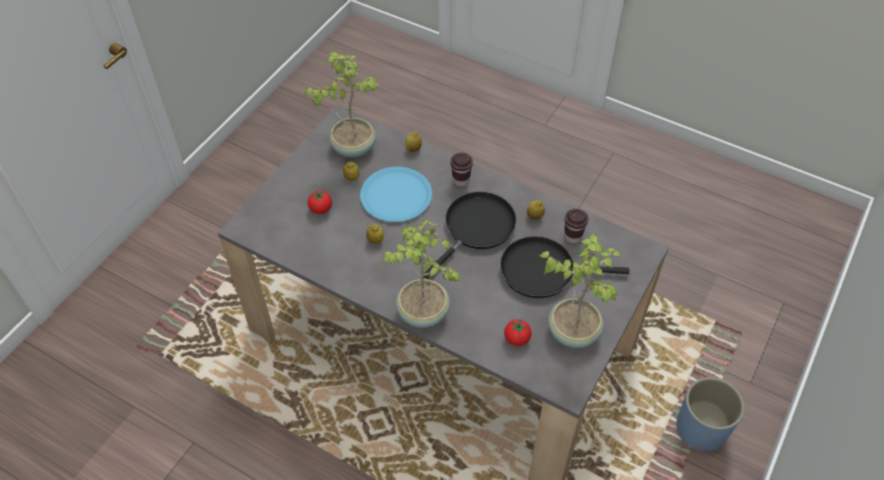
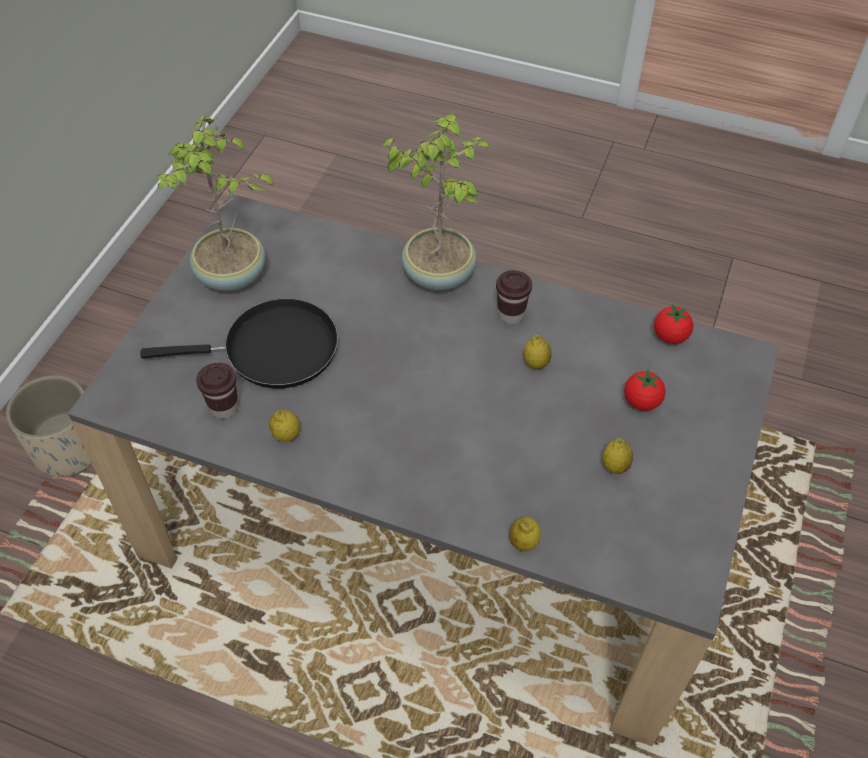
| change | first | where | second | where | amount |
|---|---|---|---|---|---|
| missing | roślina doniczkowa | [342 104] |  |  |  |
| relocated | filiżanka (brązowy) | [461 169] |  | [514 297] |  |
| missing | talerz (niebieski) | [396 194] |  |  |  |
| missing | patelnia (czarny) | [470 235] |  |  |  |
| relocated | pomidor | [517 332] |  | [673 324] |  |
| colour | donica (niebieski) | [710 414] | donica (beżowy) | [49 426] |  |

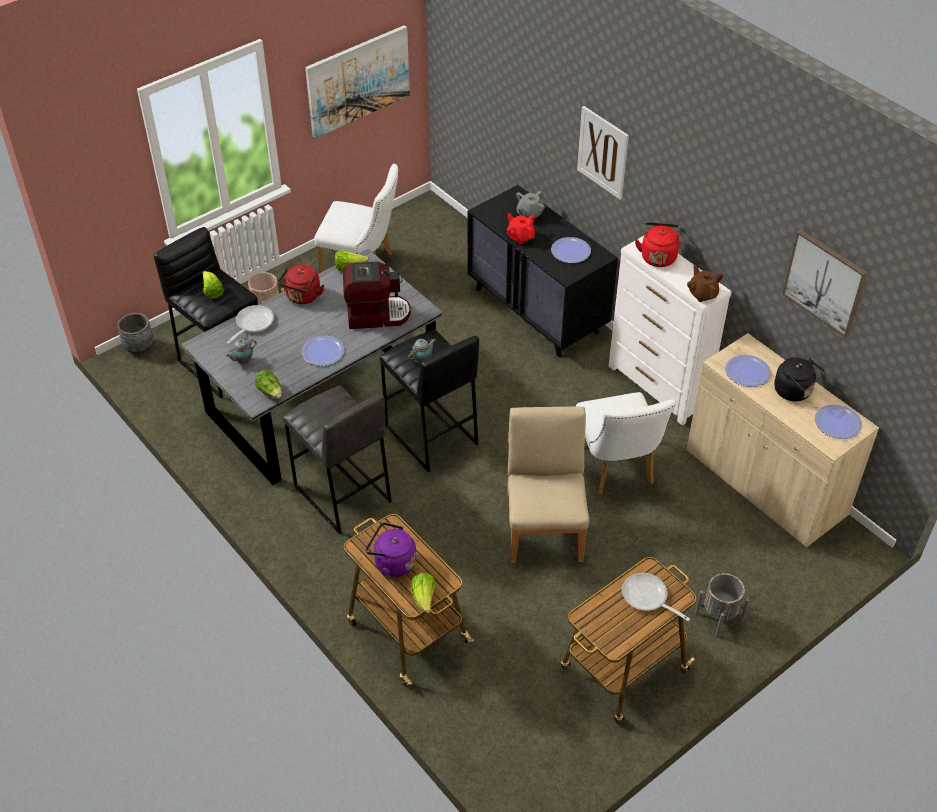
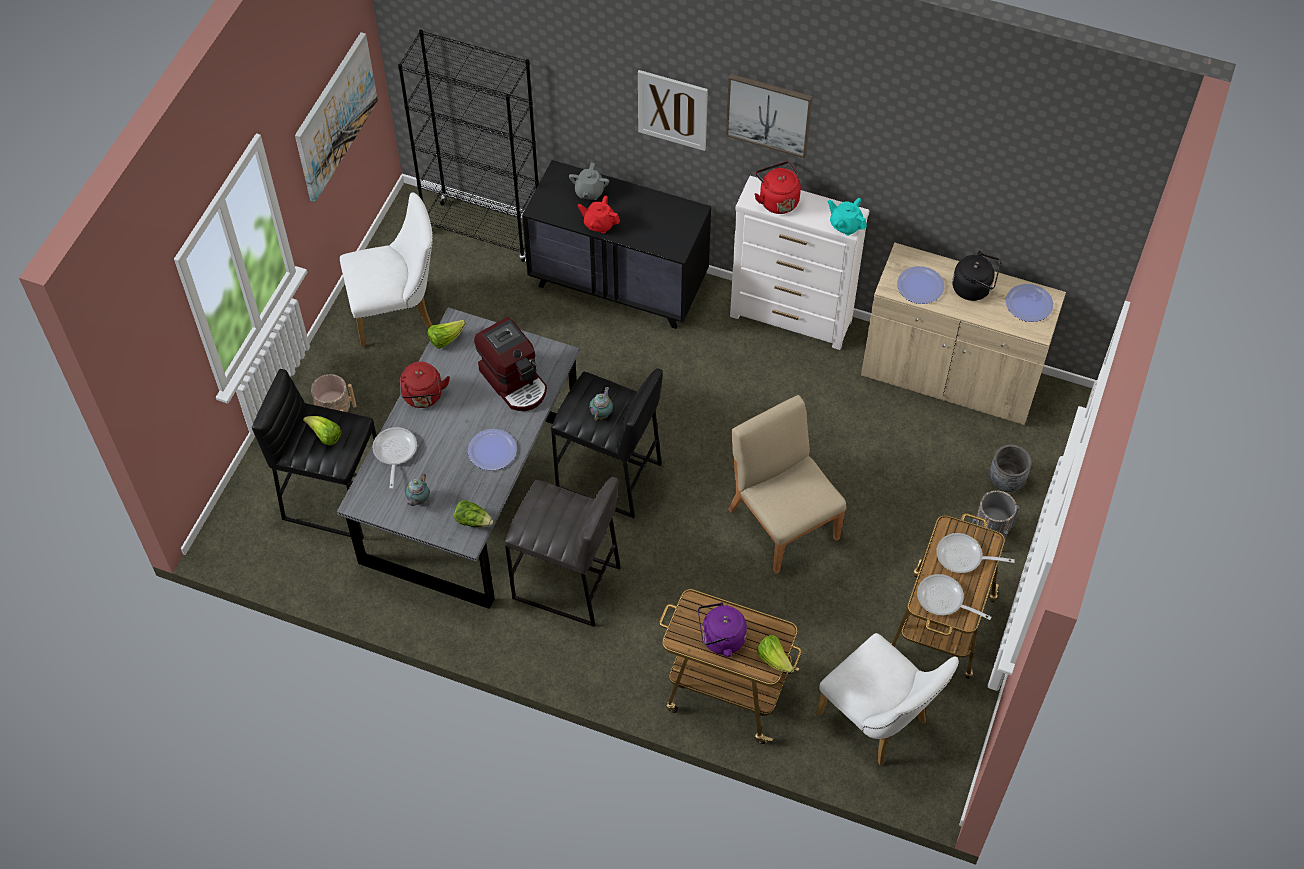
| change | first | where | second | where | amount |
|---|---|---|---|---|---|
| relocated | obraz | [825 283] |  | [769 116] |  |
| missing | talerz | [571 250] |  |  |  |
| spun | ekspres do kawy | [377 295] |  | [510 364] | 90 degrees clockwise |
| colour | imbryk (brązowy) | [705 283] | imbryk (turkusowy) | [847 217] |  |
| relocated | donica (szary) | [135 333] |  | [1010 468] |  |
| relocated | krzesło (biały) | [626 443] |  | [888 699] |  |
| appeared |  |  | regał (czarny) | [468 145] |  |
| appeared |  |  | patelnia | [954 597] |  |

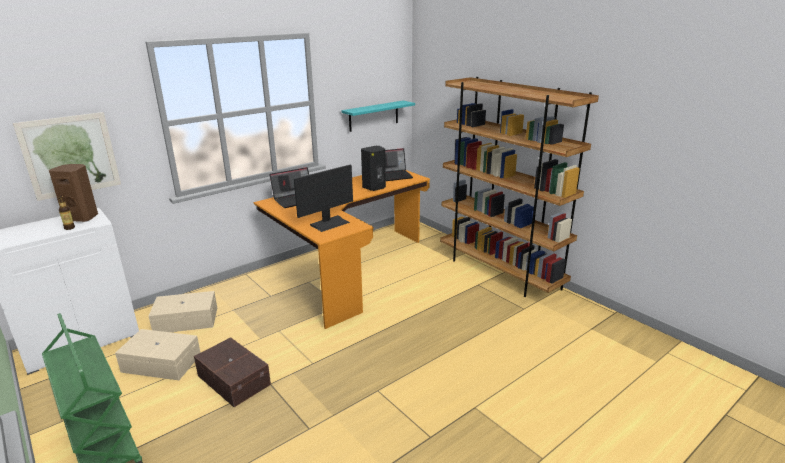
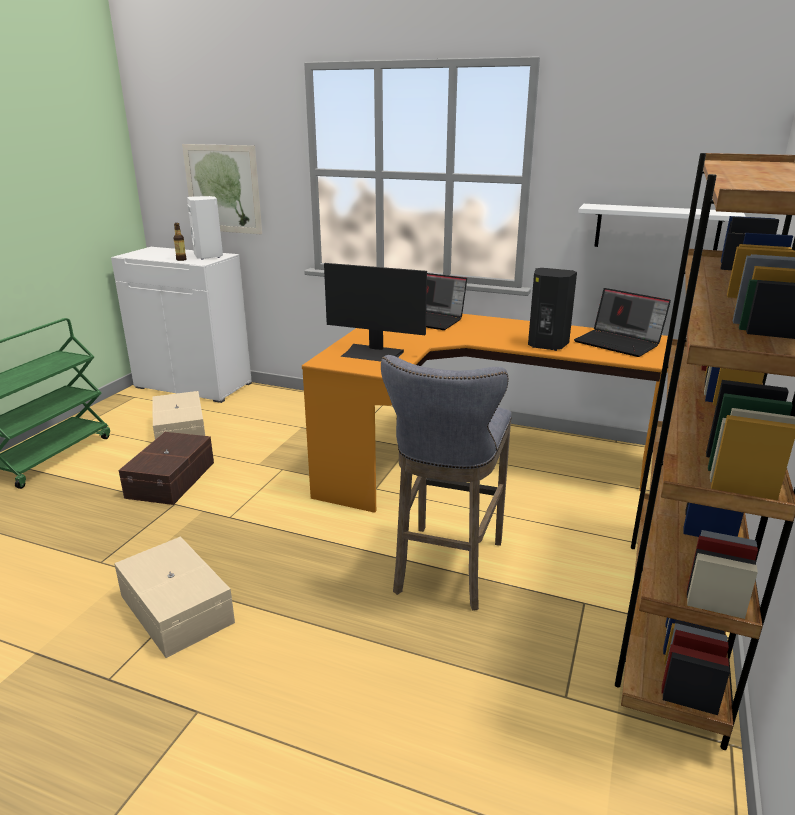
| change | first | where | second | where | amount |
|---|---|---|---|---|---|
| colour | półka (turkusowy) | [378 116] | półka (biały) | [662 227] |  |
| colour | głośnik (brązowy) | [73 193] | głośnik (biały) | [205 228] |  |
| relocated | pojemnik do przechowywania (beżowy) | [183 311] |  | [174 597] |  |
| appeared |  |  | stołek (szary) | [446 482] |  |

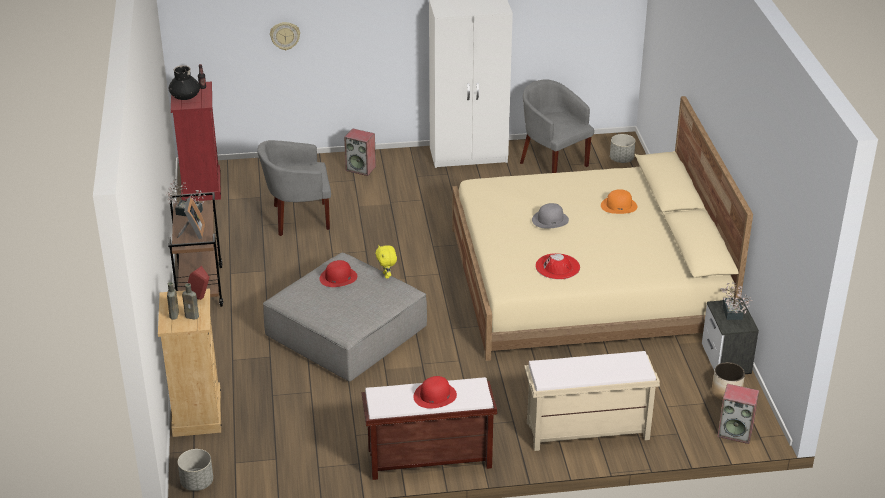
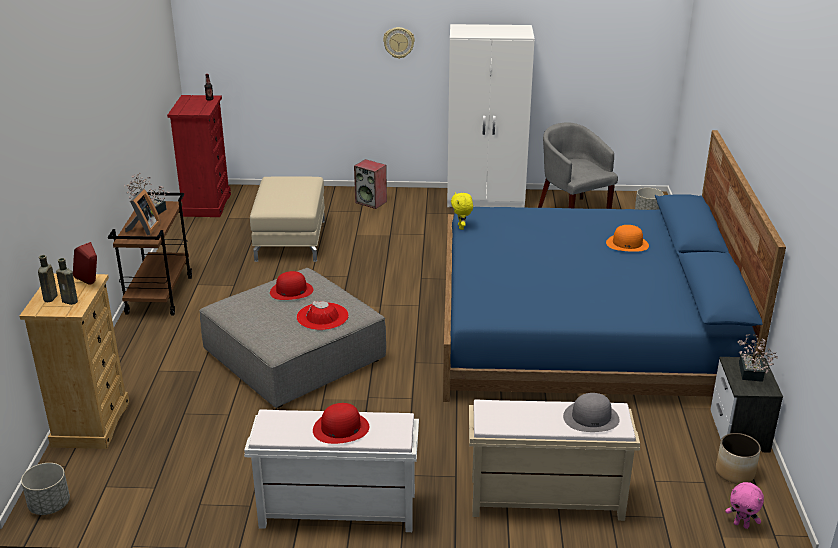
| change | first | where | second | where | amount |
|---|---|---|---|---|---|
| relocated | zegar ścienny | [285 36] |  | [399 43] |  |
| missing | wazon (czarny) | [184 82] |  |  |  |
| colour | łóżko (beżowy) | [602 228] | łóżko (niebieski) | [614 266] |  |
| exchanged | fotel (szary) | [294 188] | pufa (beżowy) | [287 219] |  |
| relocated | kapelusz (szary) | [550 216] |  | [591 412] |  |
| relocated | pluszak (żółty) | [386 262] |  | [462 211] |  |
| relocated | kapelusz (czerwony) | [557 266] |  | [323 315] |  |
| colour | ławka (brązowy) | [429 428] | ławka (biały) | [331 470] |  |
| exchanged | głośnik | [738 414] | pluszak (różowy) | [744 505] |  |

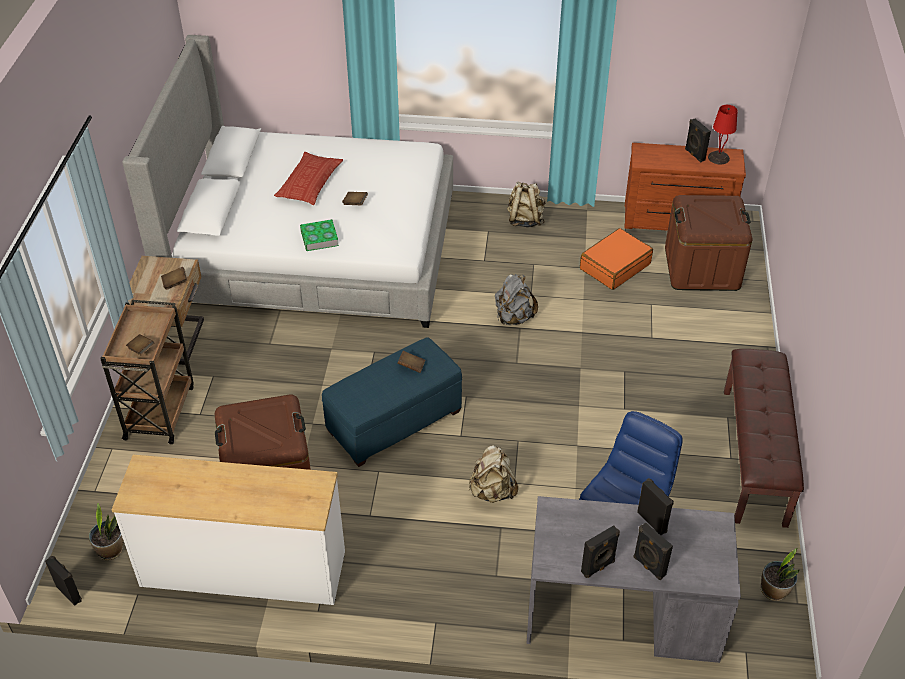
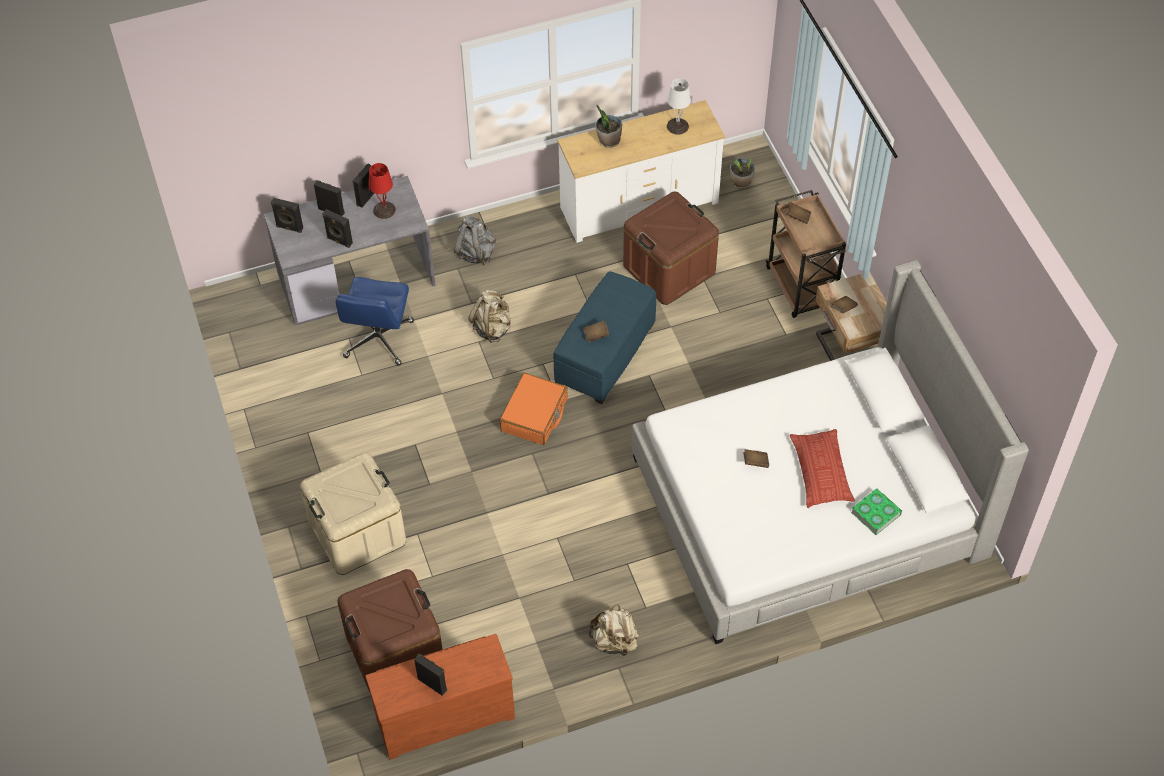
| change | first | where | second | where | amount |
|---|---|---|---|---|---|
| relocated | lampa stołowa (czerwony) | [723 134] |  | [382 191] |  |
| relocated | książka | [319 235] |  | [876 511] |  |
| relocated | walizka (pomarańczowy) | [616 259] |  | [533 409] |  |
| relocated | plecak (szary) | [516 299] |  | [475 240] |  |
| missing | ławka (brązowy) | [764 438] |  |  |  |
| relocated | roślina doniczkowa | [779 574] |  | [608 126] |  |
| relocated | głośnik (czarny) | [63 581] |  | [287 215] |  |
| appeared |  |  | lampa stołowa (biały) | [679 106] |  |
| appeared |  |  | pojemnik do przechowywania (beżowy) | [353 513] |  |

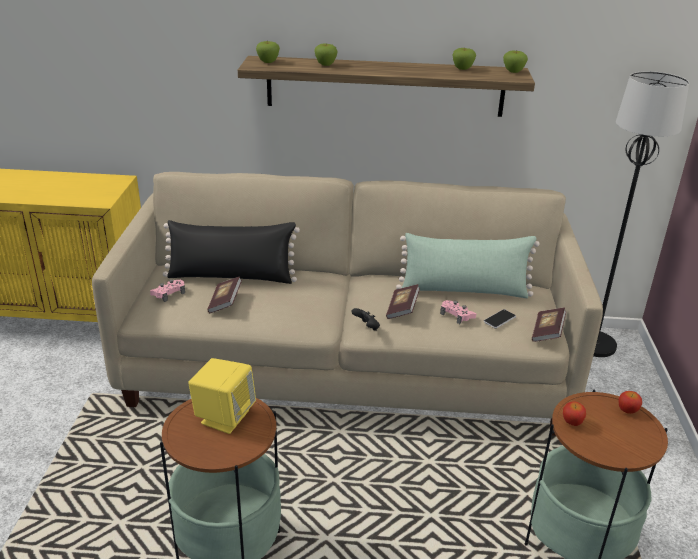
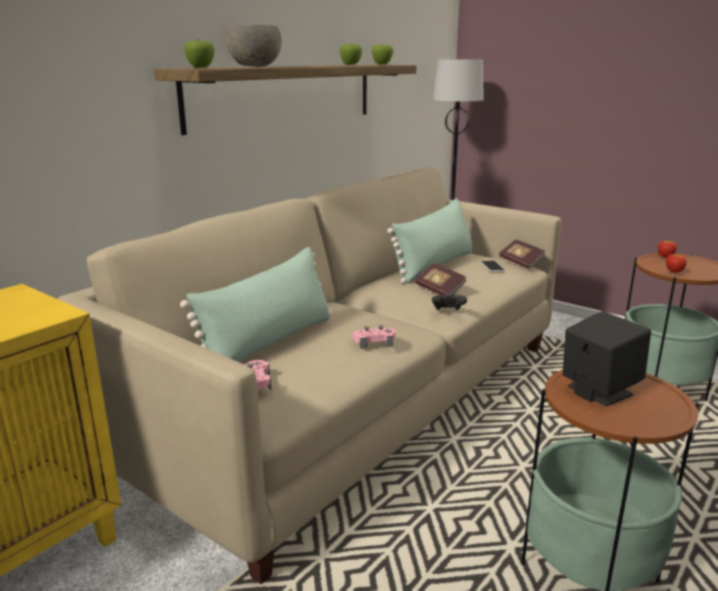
| change | first | where | second | where | amount |
|---|---|---|---|---|---|
| exchanged | jabłko | [326 54] | miska (szary) | [254 45] |  |
| colour | poduszka (czarny) | [231 252] | poduszka (zielony) | [255 304] |  |
| missing | książka | [224 294] |  |  |  |
| relocated | pad do gier (różowy) | [458 312] |  | [373 337] |  |
| colour | głośnik (żółty) | [222 396] | głośnik (czarny) | [607 358] |  |

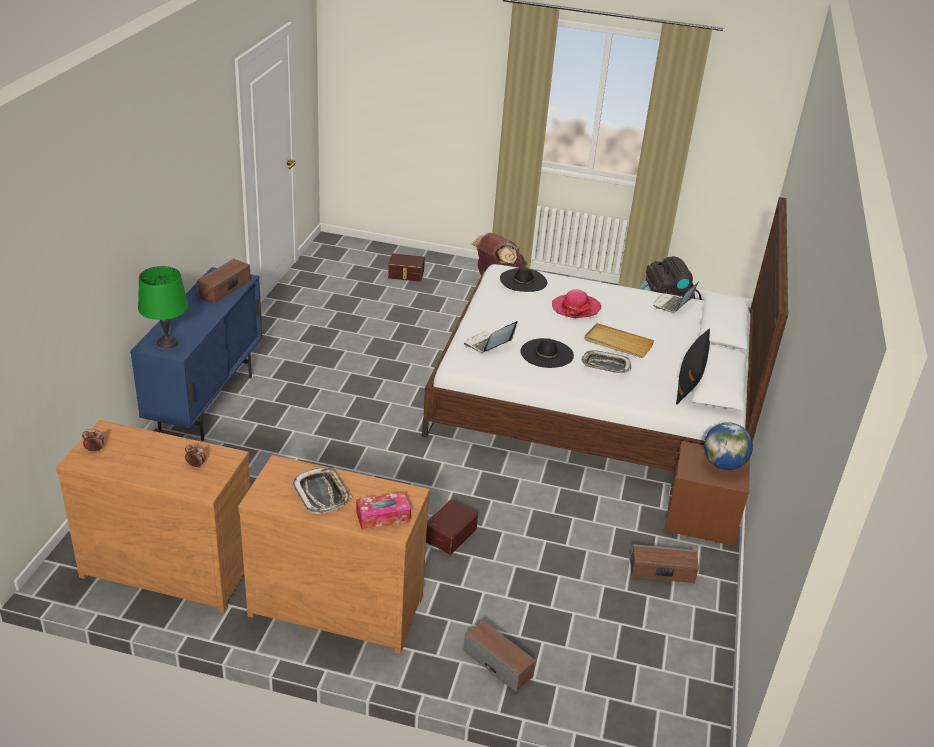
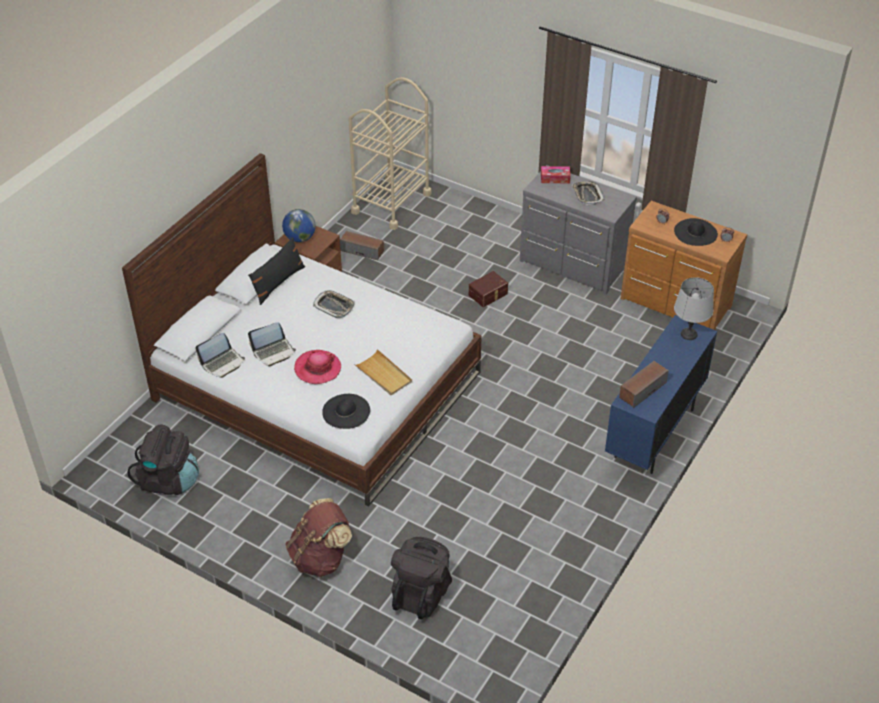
| change | first | where | second | where | amount |
|---|---|---|---|---|---|
| exchanged | pojemnik do przechowywania (brązowy) | [406 267] | plecak (czarny) | [421 578] |  |
| colour | lampa stołowa (zielony) | [163 307] | lampa stołowa (szary) | [694 308] |  |
| relocated | laptop | [491 336] |  | [272 344] |  |
| relocated | taca (beżowy) | [619 340] |  | [383 372] |  |
| relocated | kapelusz (czarny) | [547 353] |  | [696 232] |  |
| colour | komoda (brązowy) | [334 554] | komoda (szary) | [578 229] |  |
| missing | głośnik | [499 656] |  |  |  |
| appeared |  |  | wózek (beżowy) | [389 153] |  |

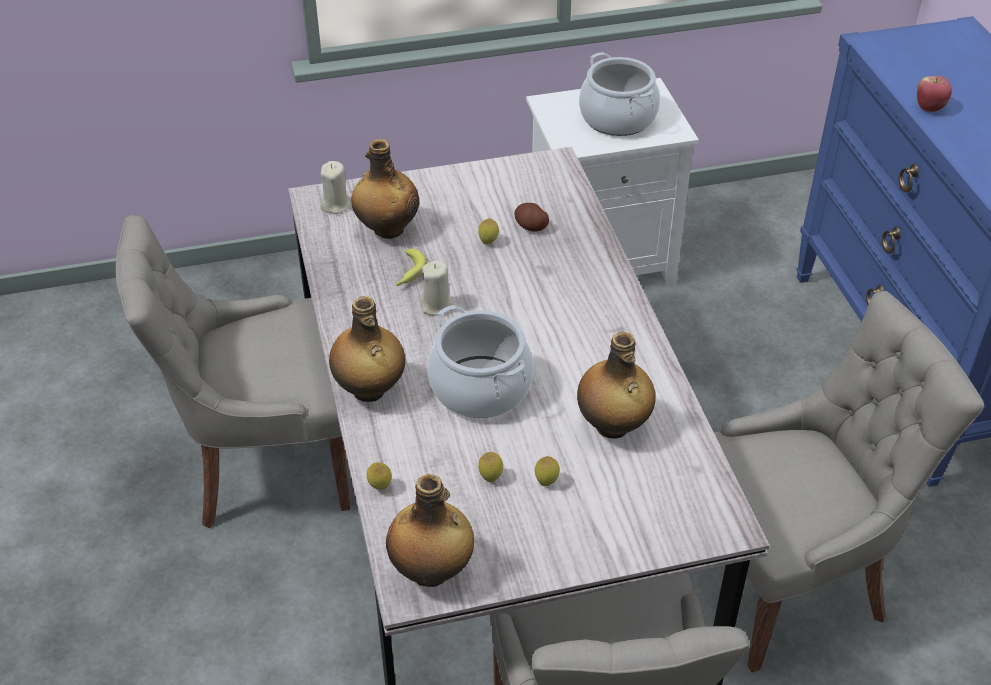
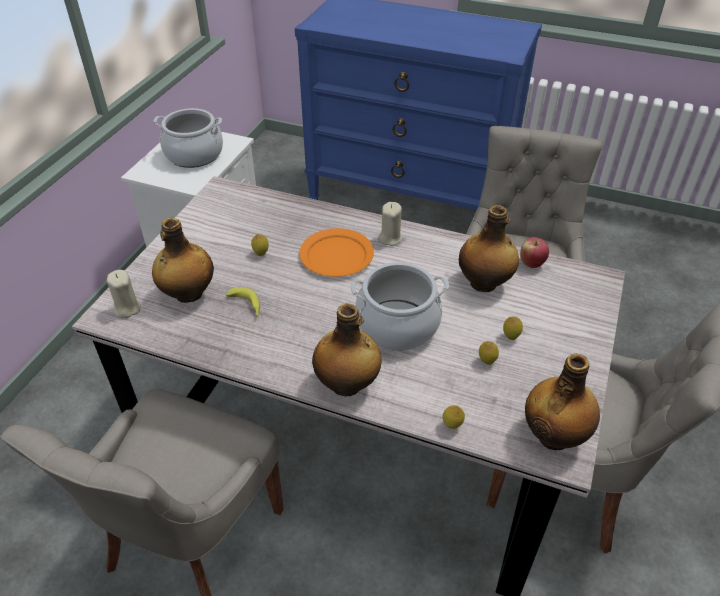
| change | first | where | second | where | amount |
|---|---|---|---|---|---|
| relocated | jabłko | [934 94] |  | [534 252] |  |
| missing | ziemniak | [532 217] |  |  |  |
| relocated | świeca (beżowy) | [437 288] |  | [390 224] |  |
| appeared |  |  | talerz (pomarańczowy) | [336 252] |  |

